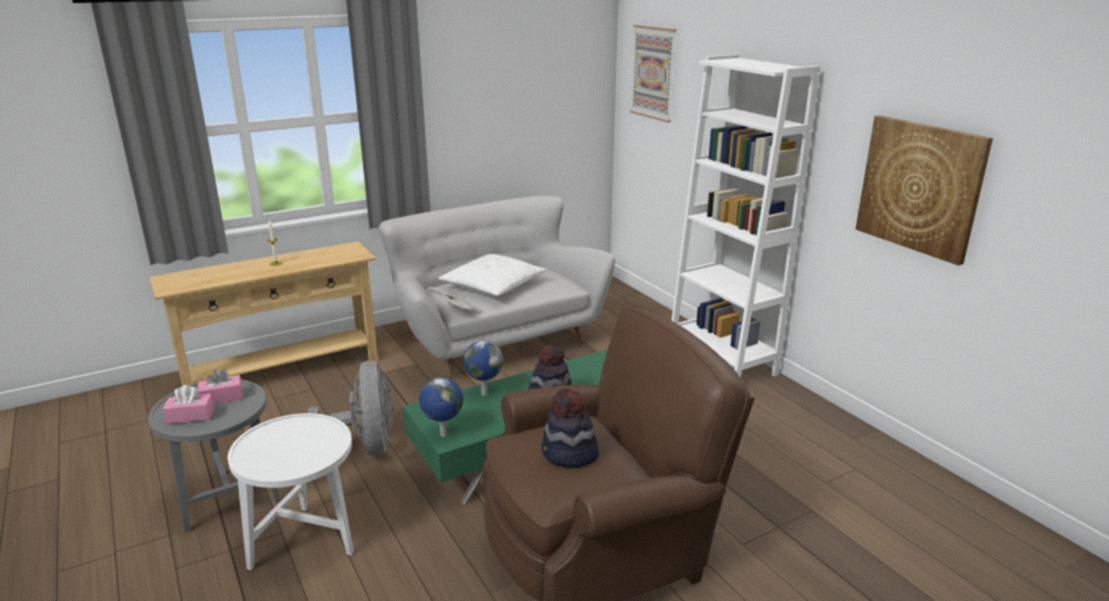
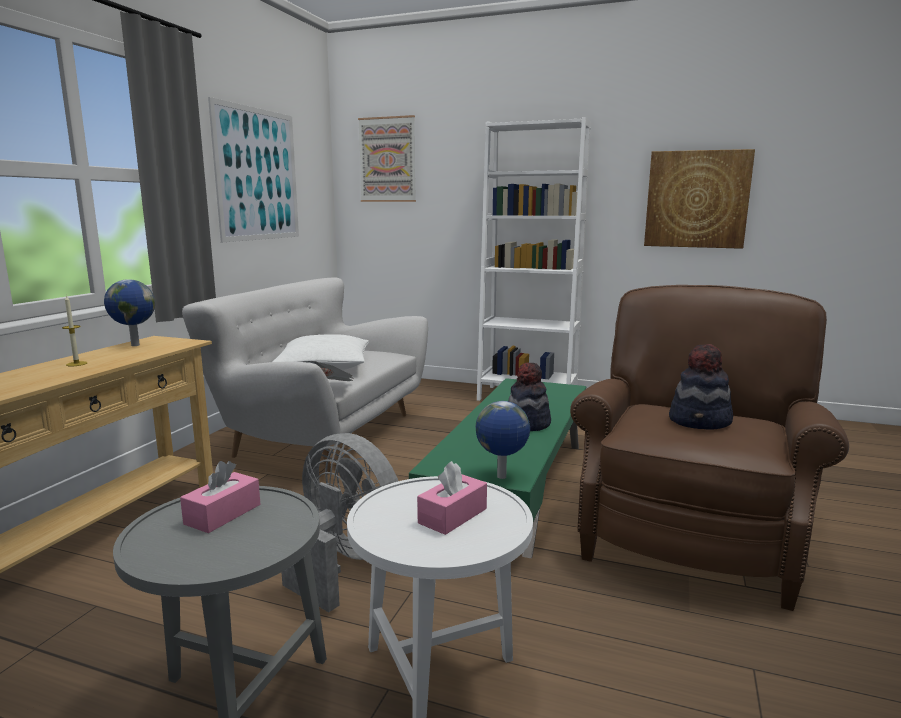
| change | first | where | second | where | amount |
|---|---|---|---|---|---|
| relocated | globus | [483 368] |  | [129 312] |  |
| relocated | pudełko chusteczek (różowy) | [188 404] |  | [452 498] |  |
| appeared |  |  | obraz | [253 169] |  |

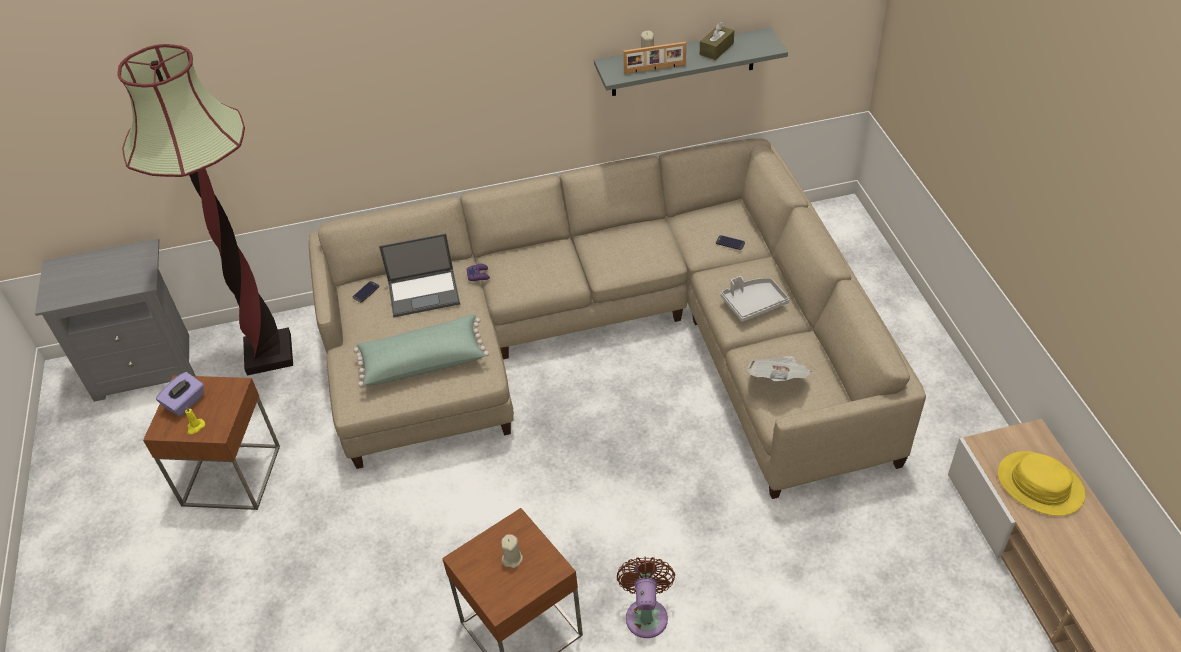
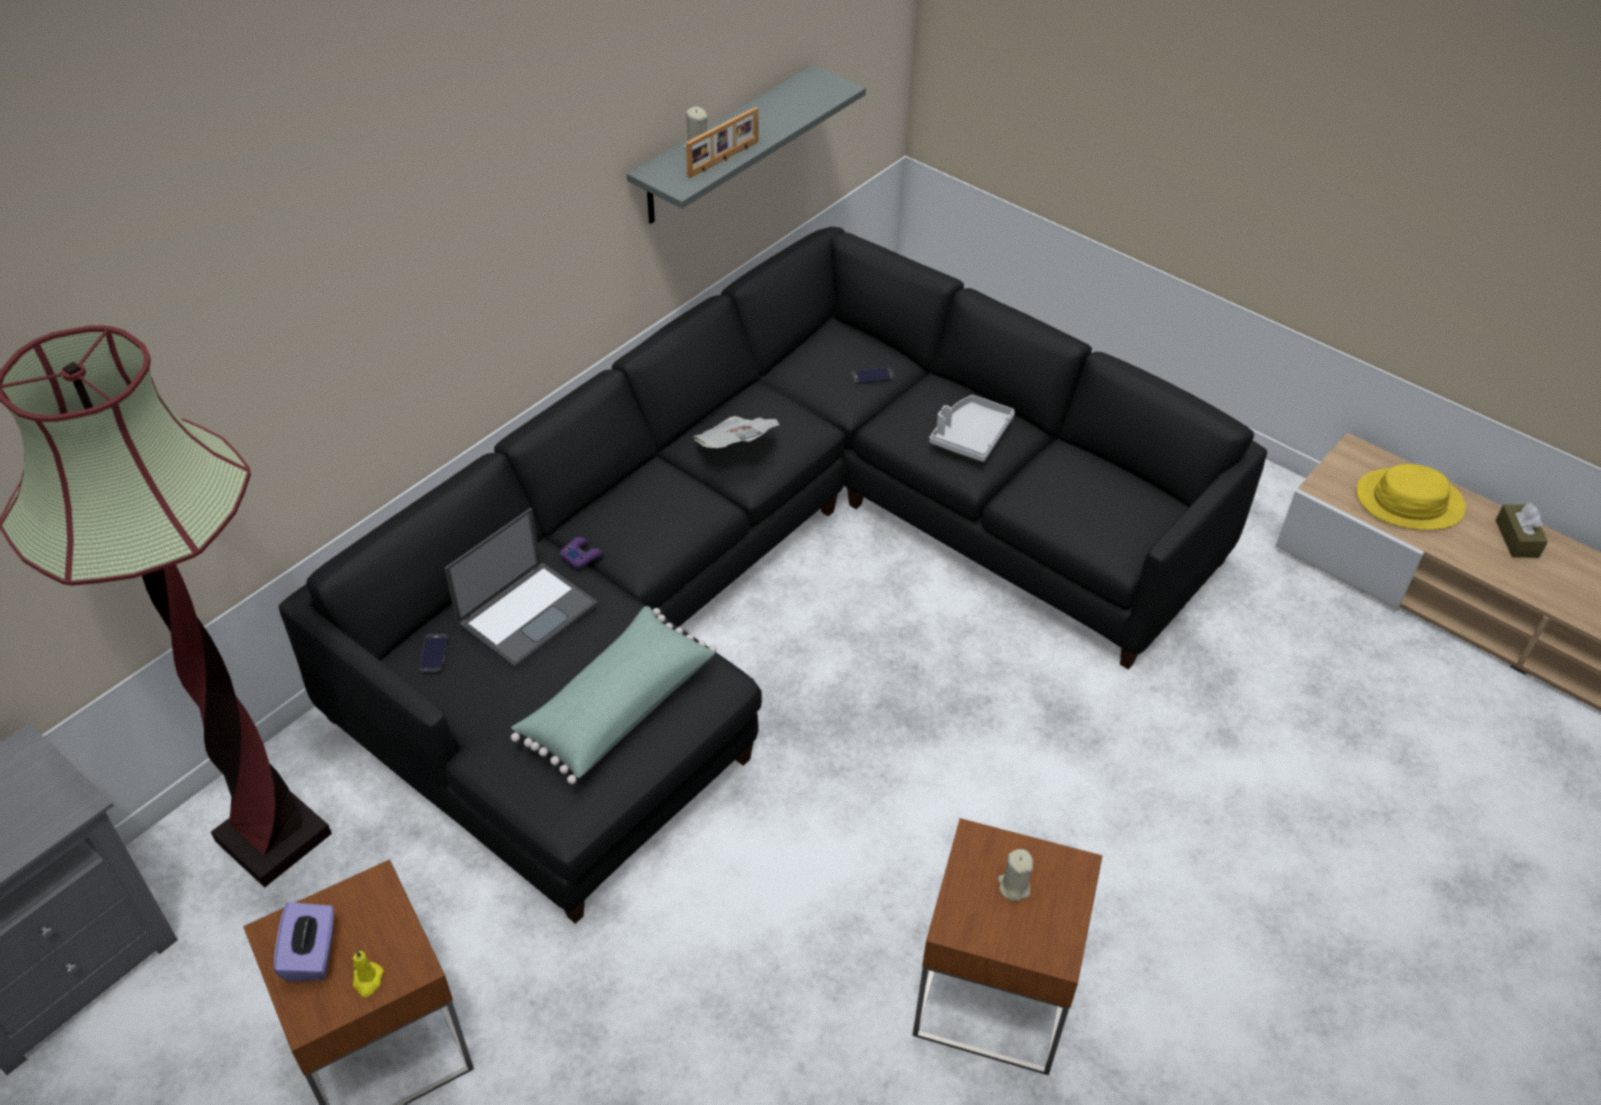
| change | first | where | second | where | amount |
|---|---|---|---|---|---|
| relocated | pudełko chusteczek (brązowy) | [717 41] |  | [1521 529] |  |
| colour | kanapa (beżowy) | [617 318] | kanapa (czarny) | [773 575] |  |
| relocated | gazeta | [779 368] |  | [736 432] |  |
| missing | wentylator (brązowy) | [646 597] |  |  |  |

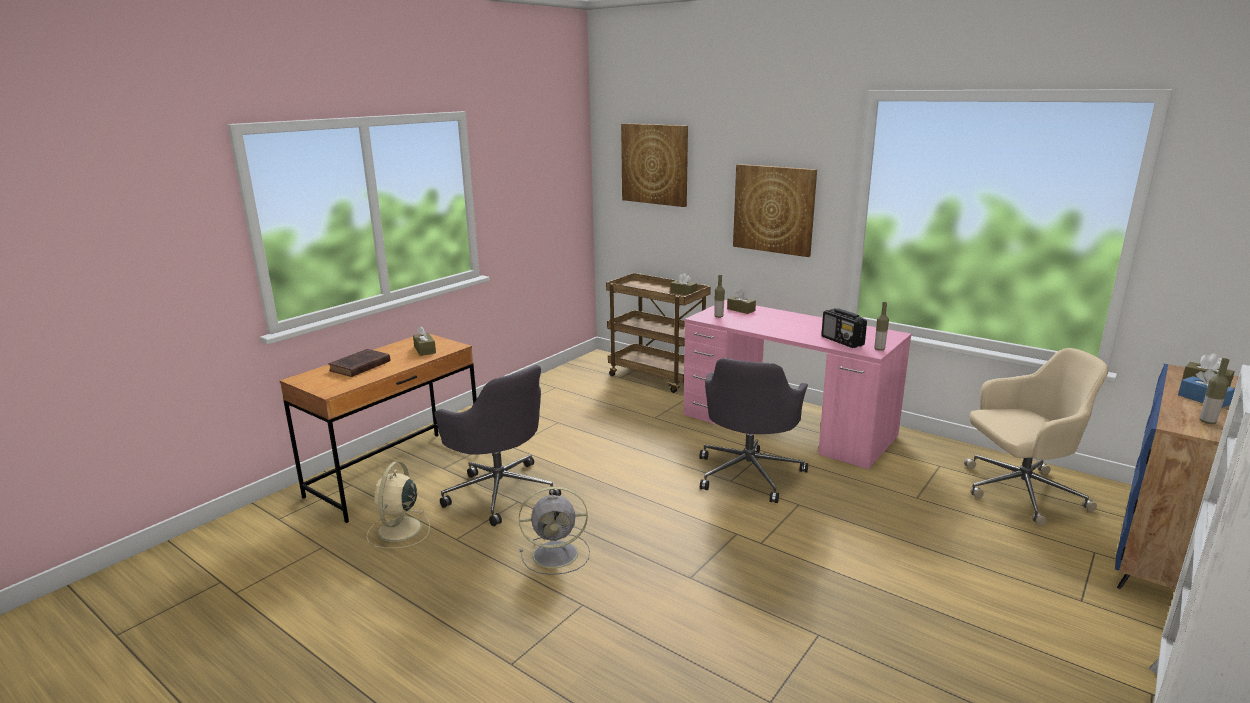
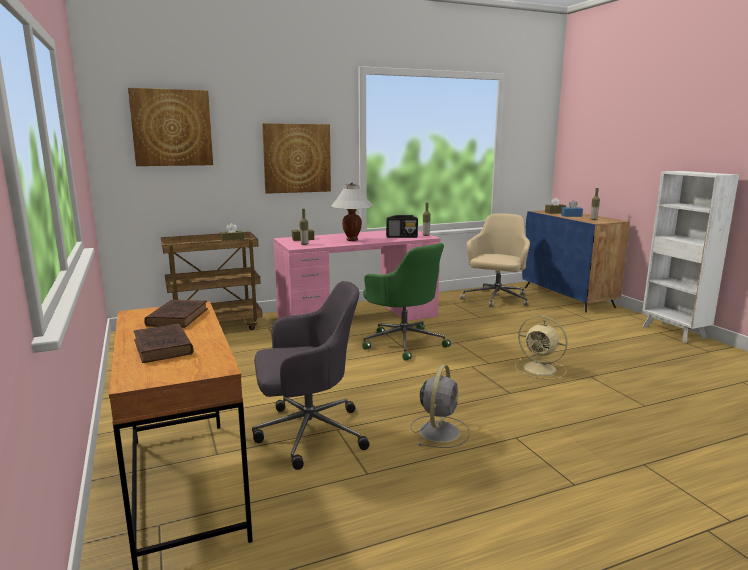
| change | first | where | second | where | amount |
|---|---|---|---|---|---|
| exchanged | pudełko chusteczek (brązowy) | [424 341] | książka (brązowy) | [176 314] |  |
| colour | krzesło biurowe (szary) | [753 430] | krzesło biurowe (zielony) | [406 302] |  |
| relocated | wentylator (beżowy) | [398 505] |  | [541 348] |  |
| appeared |  |  | lampa stołowa (biały) | [352 211] |  |

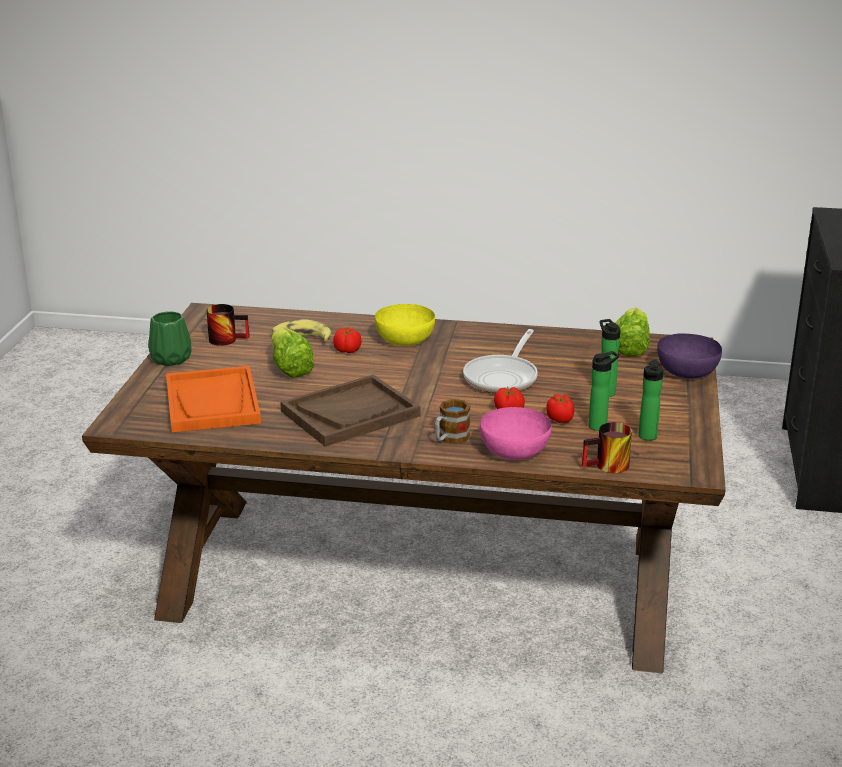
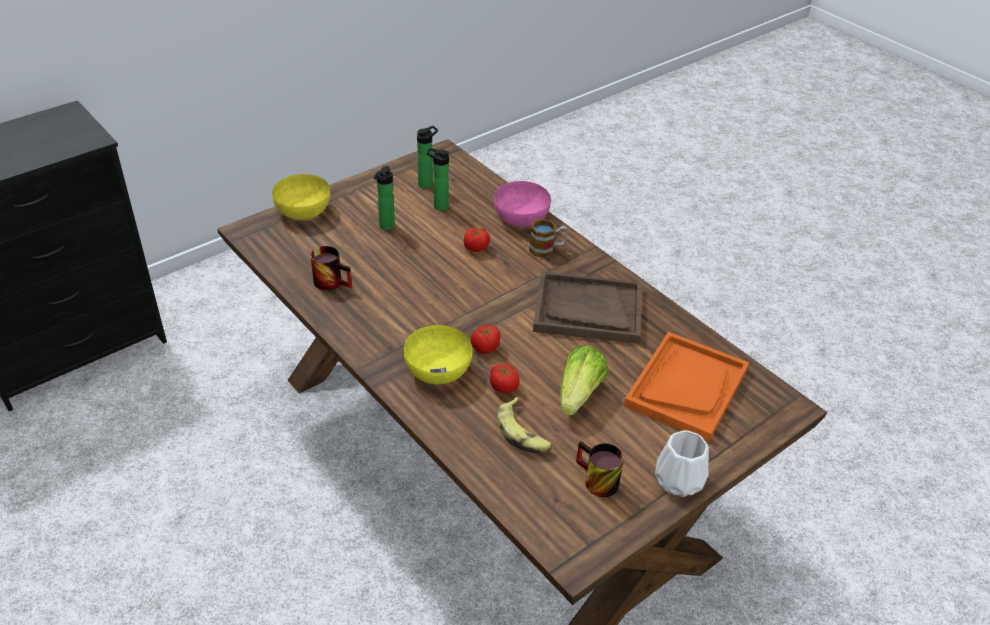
| change | first | where | second | where | amount |
|---|---|---|---|---|---|
| missing | sałata | [632 332] |  |  |  |
| colour | wazon (zielony) | [169 338] | wazon (biały) | [682 463] |  |
| missing | patelnia | [500 361] |  |  |  |
| colour | miska (fioletowy) | [689 355] | miska (żółty) | [301 197] |  |
| relocated | pomidor | [560 408] |  | [485 339] |  |
| relocated | kubek | [607 447] |  | [331 268] |  |

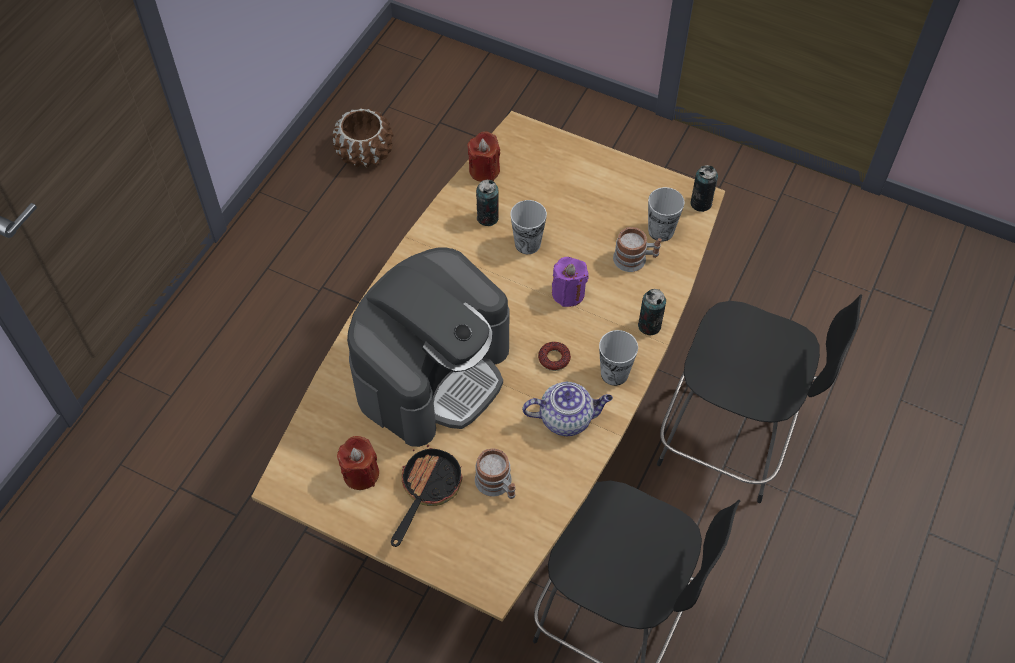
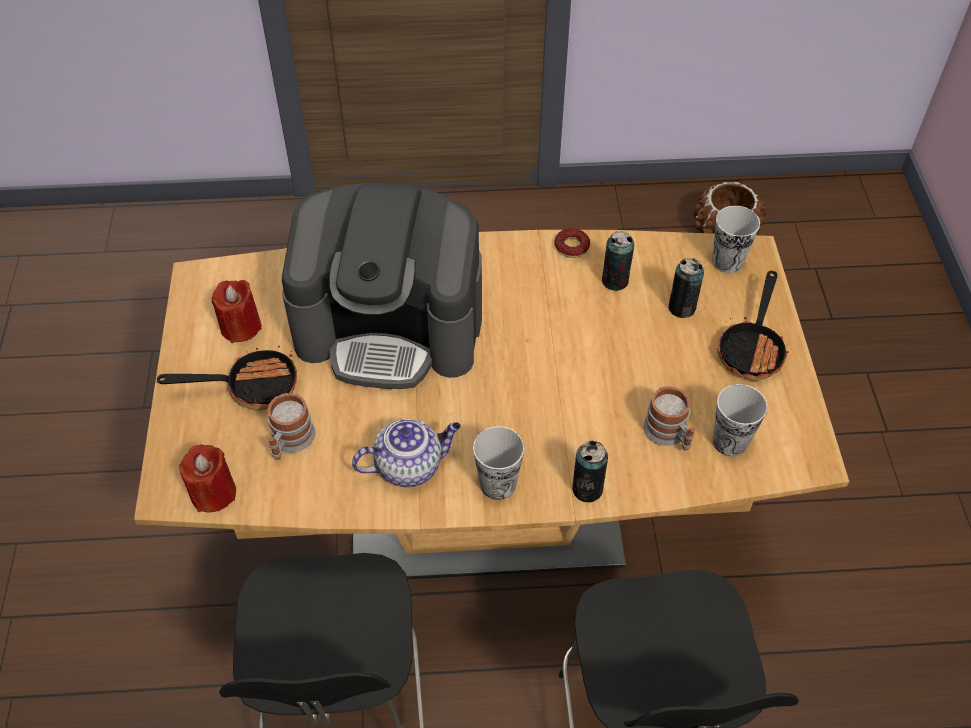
| change | first | where | second | where | amount |
|---|---|---|---|---|---|
| relocated | świeca (czerwony) | [483 156] |  | [207 478] |  |
| relocated | puszka | [704 188] |  | [686 288] |  |
| relocated | filiżanka | [528 227] |  | [736 239] |  |
| missing | świeca (fioletowy) | [570 282] |  |  |  |
| relocated | donut | [554 356] |  | [572 243] |  |
| spun | imbryk | [567 409] |  | [406 453] | 75 degrees counterclockwise |
| appeared |  |  | patelnia | [752 326] |  |

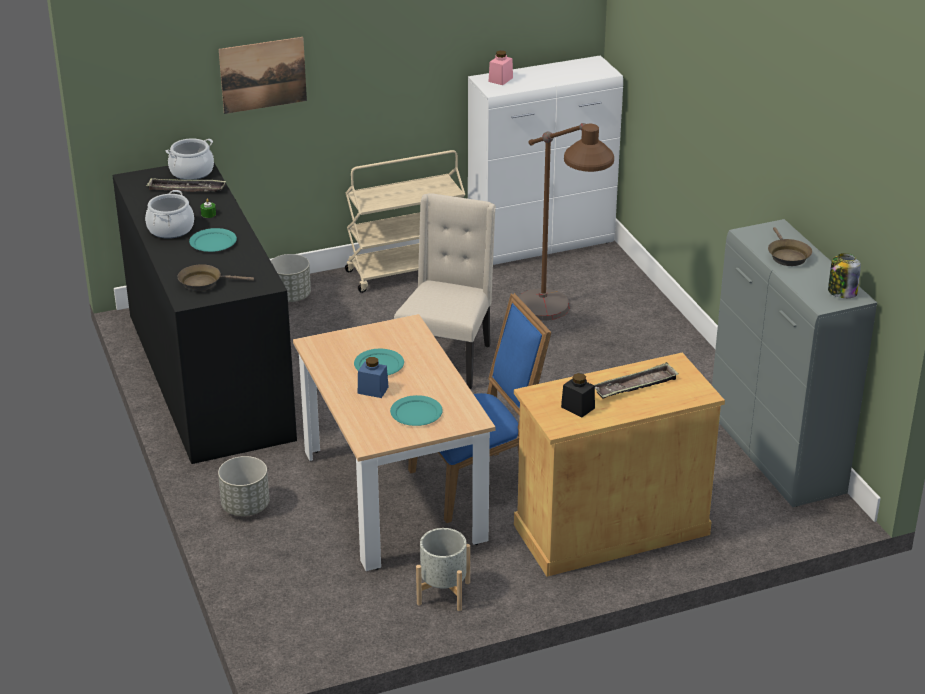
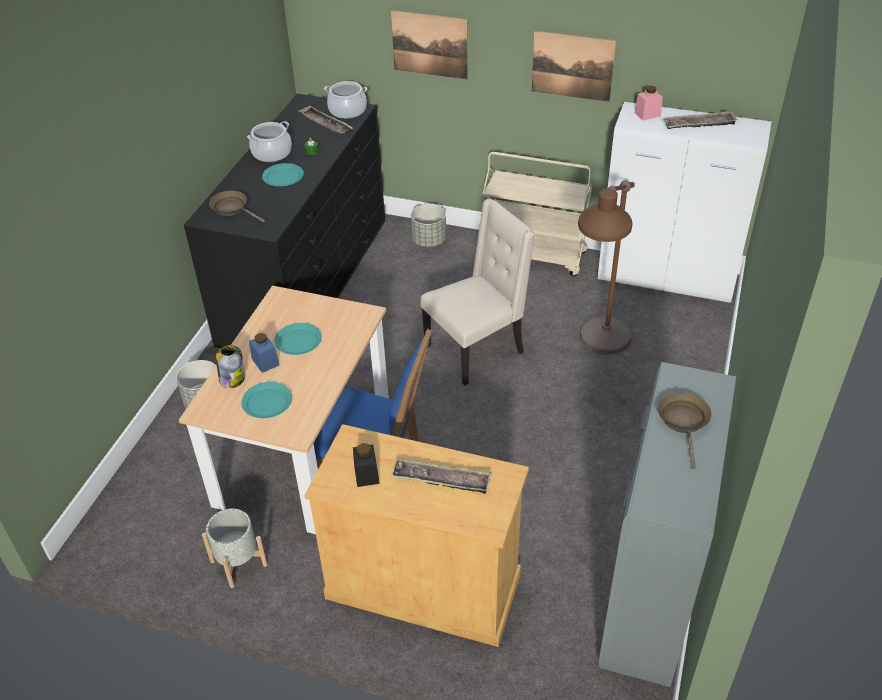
| change | first | where | second | where | amount |
|---|---|---|---|---|---|
| spun | patelnia (brązowy) | [790 246] |  | [685 430] | 150 degrees clockwise |
| relocated | słoik | [844 275] |  | [230 366] |  |
| appeared |  |  | obraz | [574 66] |  |
| appeared |  |  | taca | [700 119] |  |

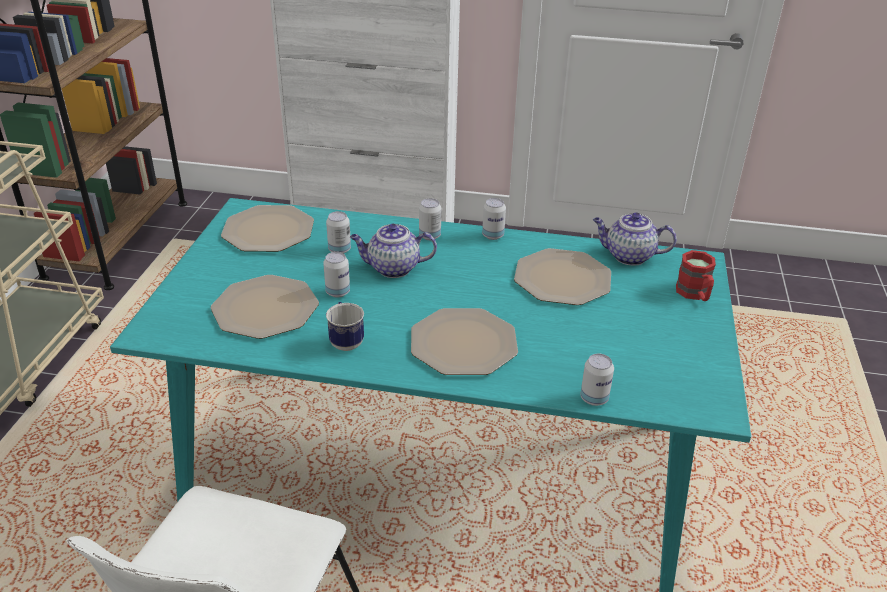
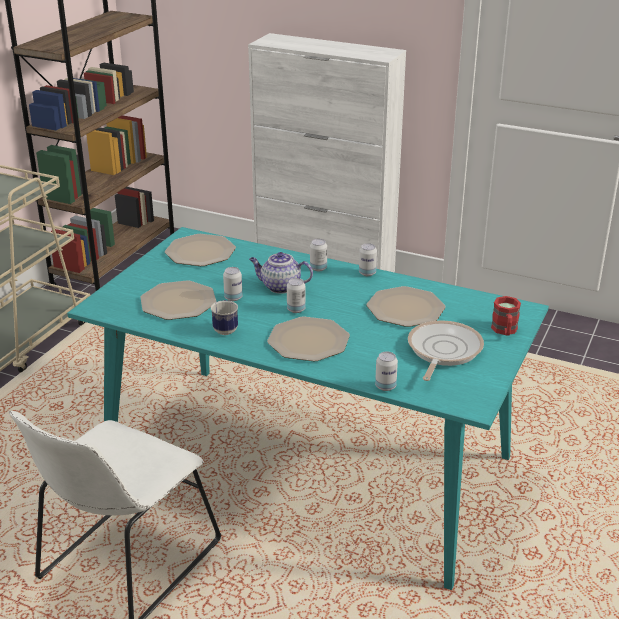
| change | first | where | second | where | amount |
|---|---|---|---|---|---|
| relocated | puszka | [338 232] |  | [296 295] |  |
| missing | imbryk | [635 238] |  |  |  |
| appeared |  |  | patelnia | [446 350] |  |

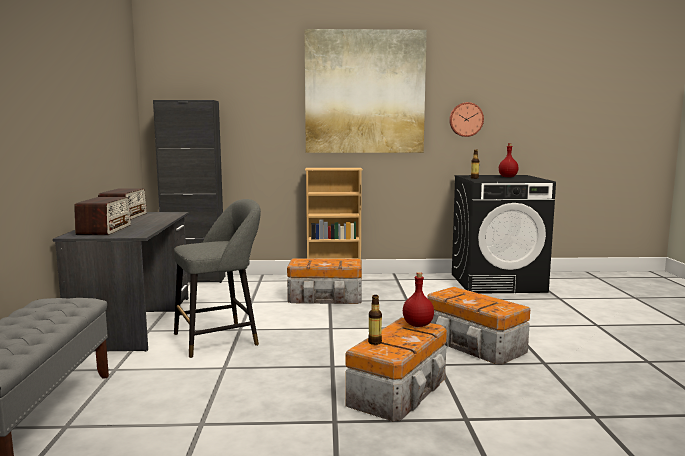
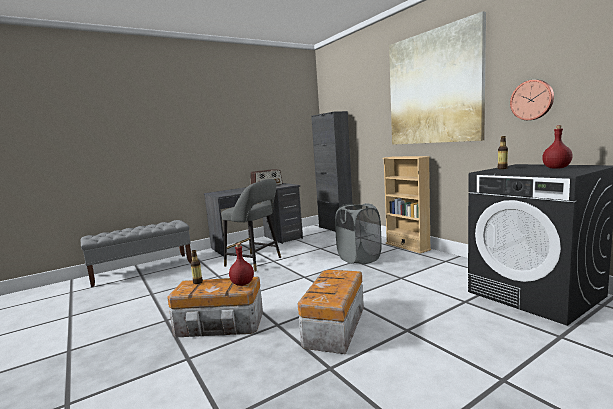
| change | first | where | second | where | amount |
|---|---|---|---|---|---|
| missing | radio | [102 216] |  |  |  |
| exchanged | pojemnik do przechowywania | [324 281] | kosz na pranie (szary) | [358 233] |  |

